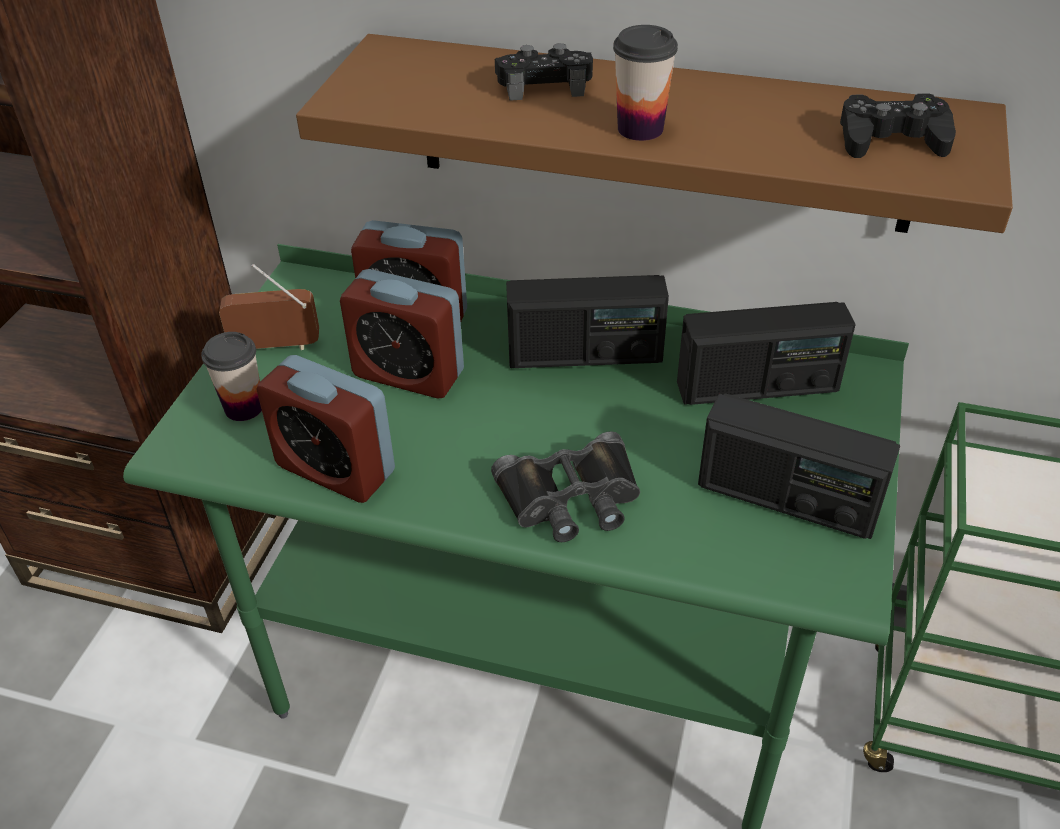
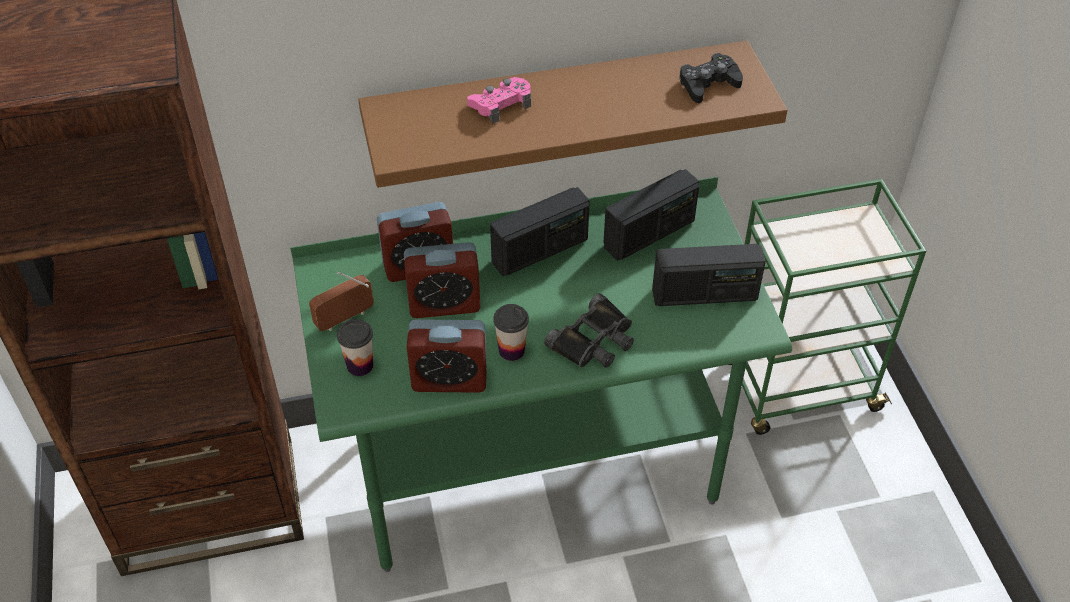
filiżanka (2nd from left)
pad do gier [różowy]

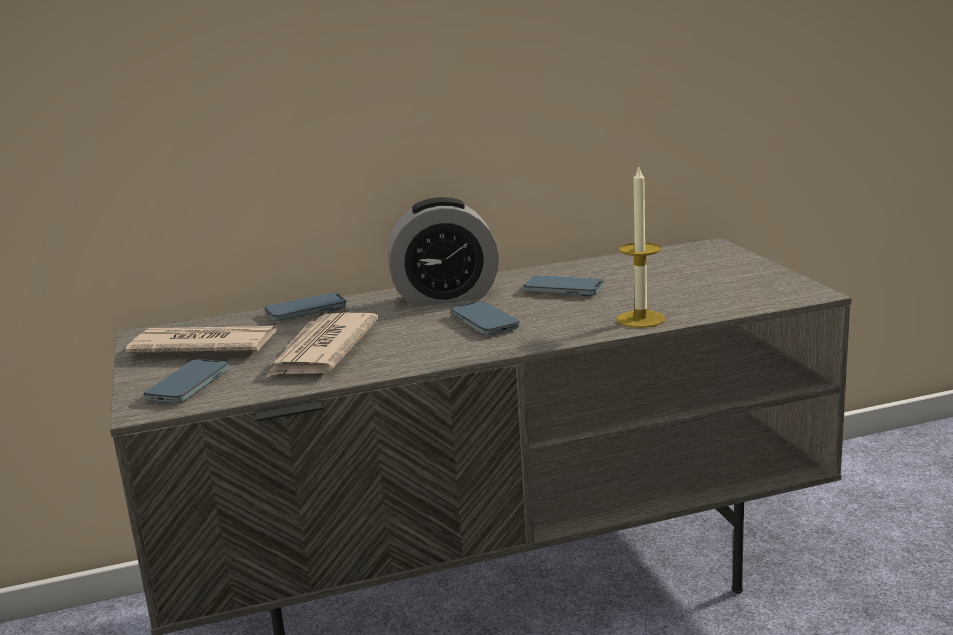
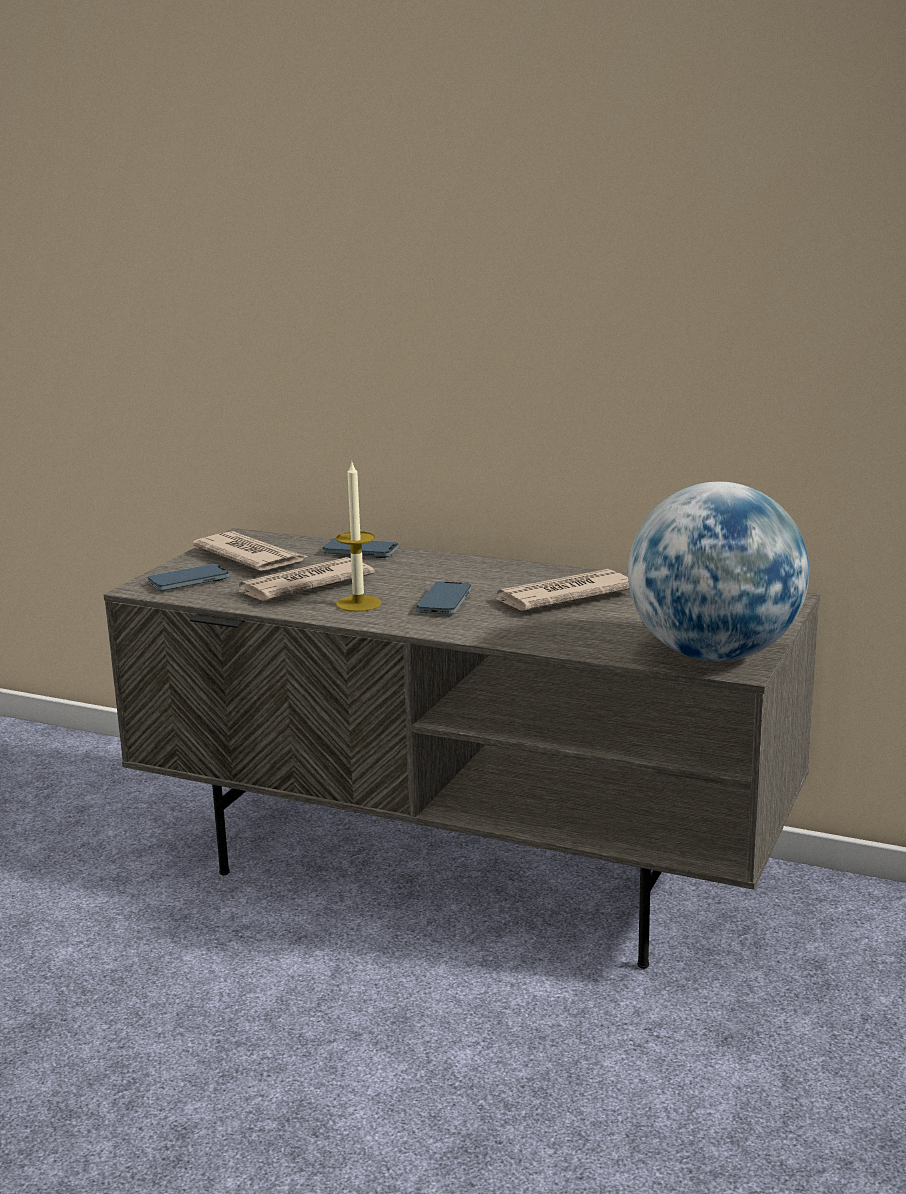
świeca
budzik
gazeta (3rd from left)
globus

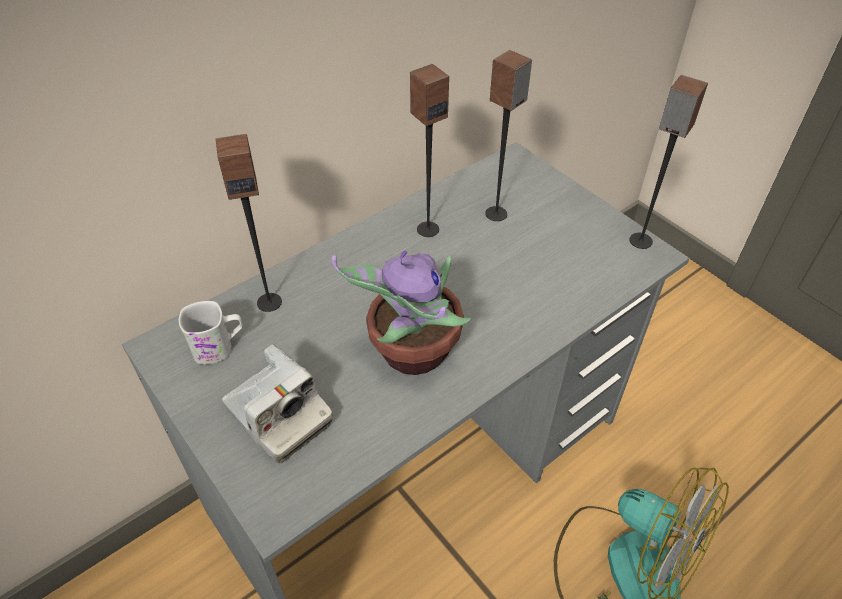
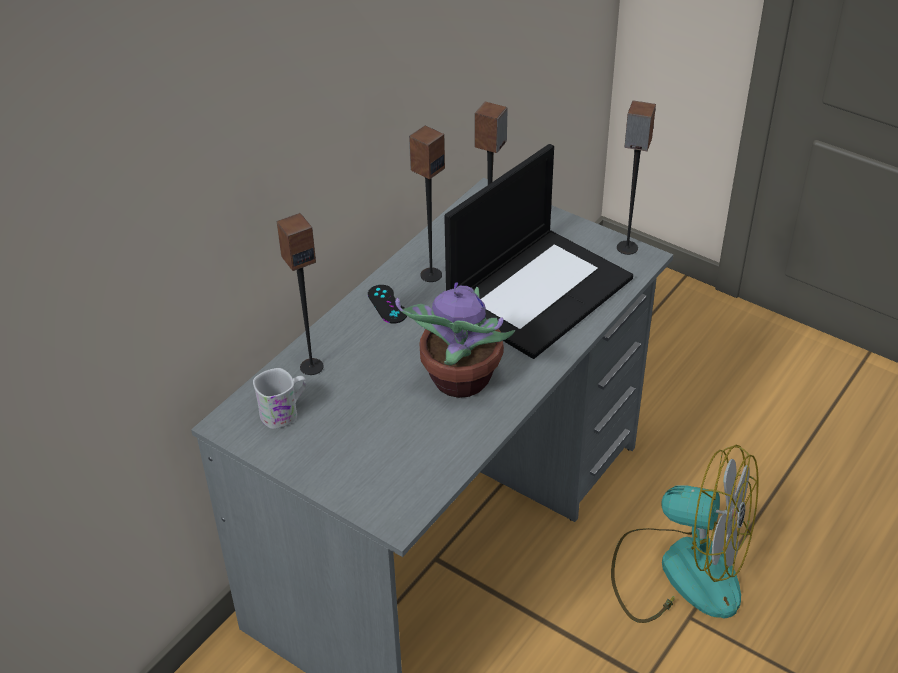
aparat fotograficzny
laptop
pad do gier [czarny]

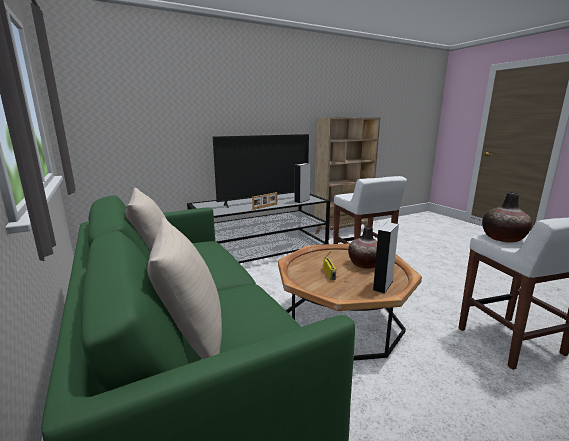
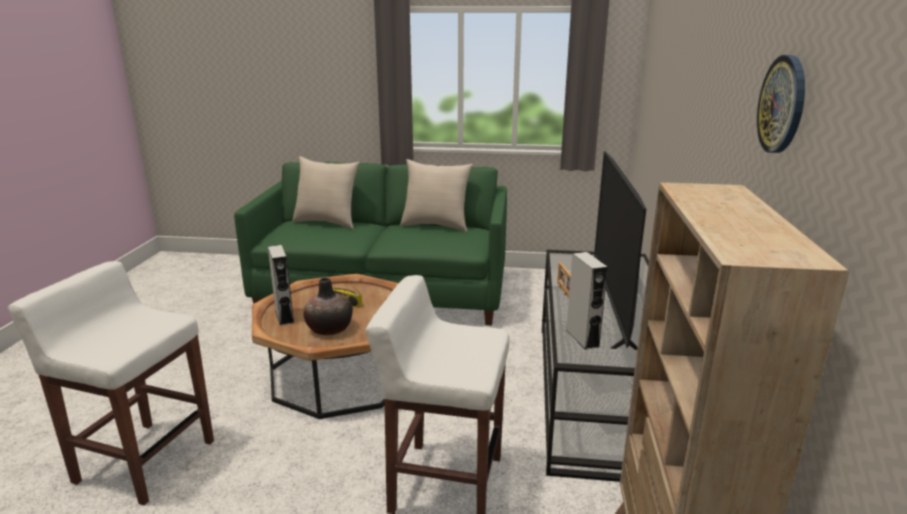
wazon (2nd from left in the first image)
zegar ścienny

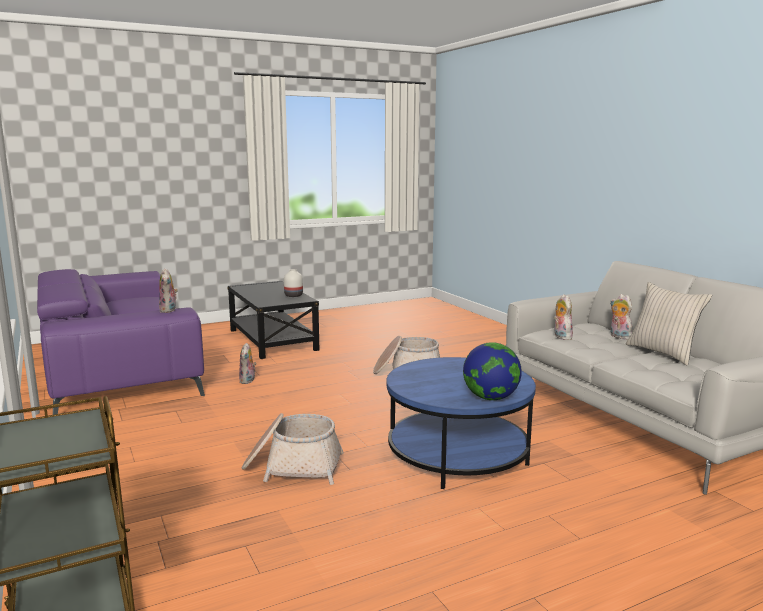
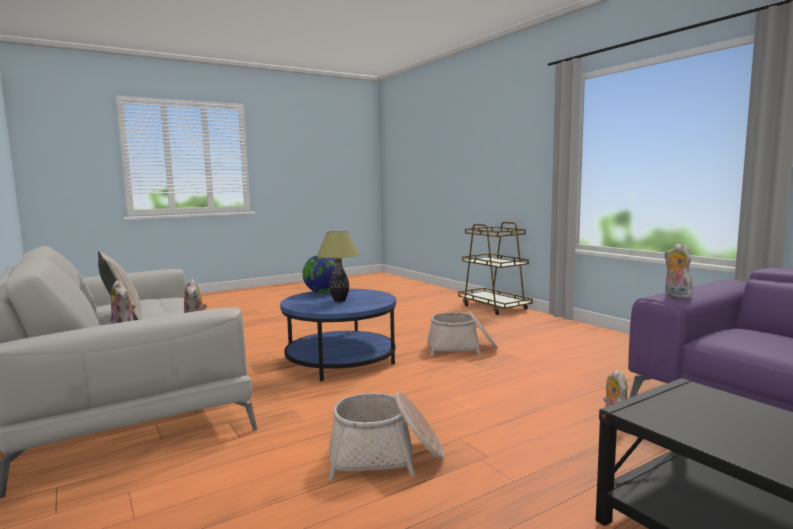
wazon [biały]
lampa stołowa

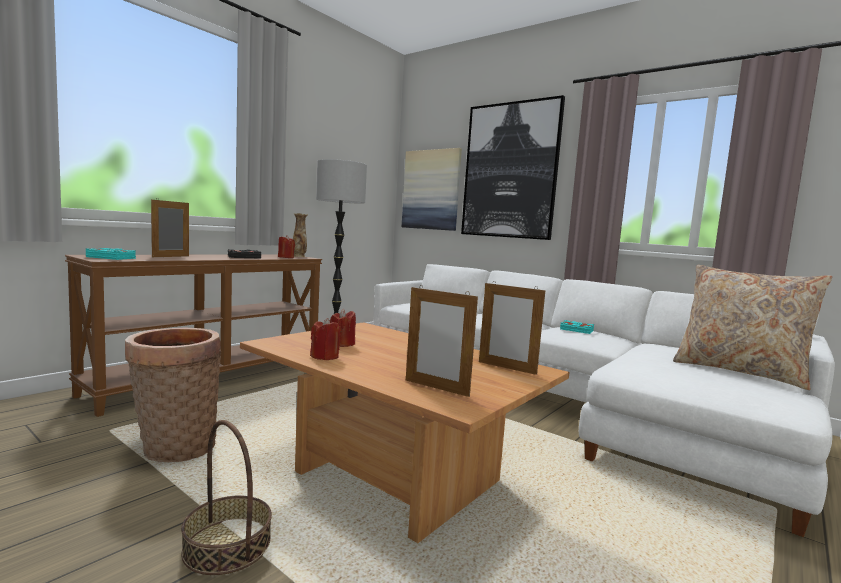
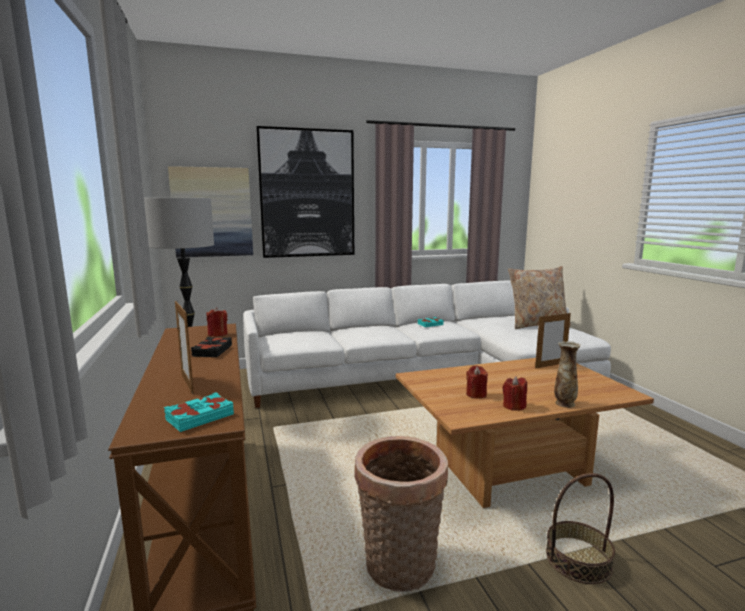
wazon
ramka na zdjęcie (2nd from left in the first image)

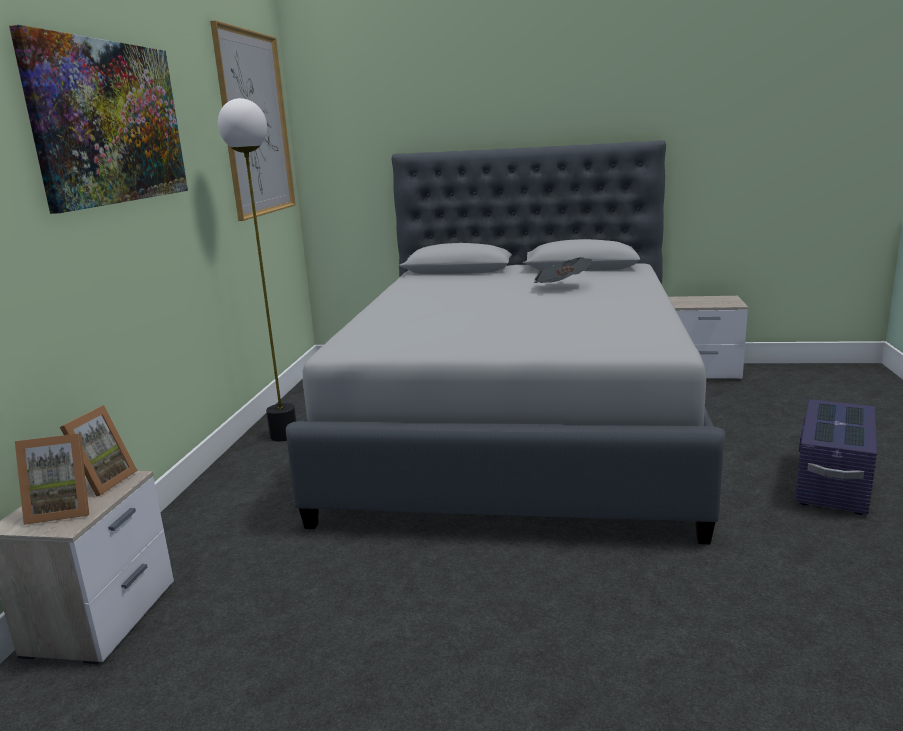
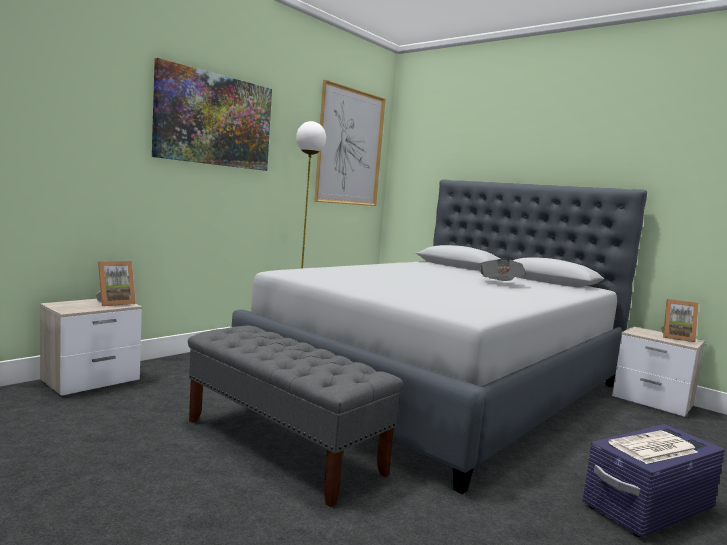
ramka na zdjęcie (2nd from left)
ławka [szary]
gazeta (2nd from left)

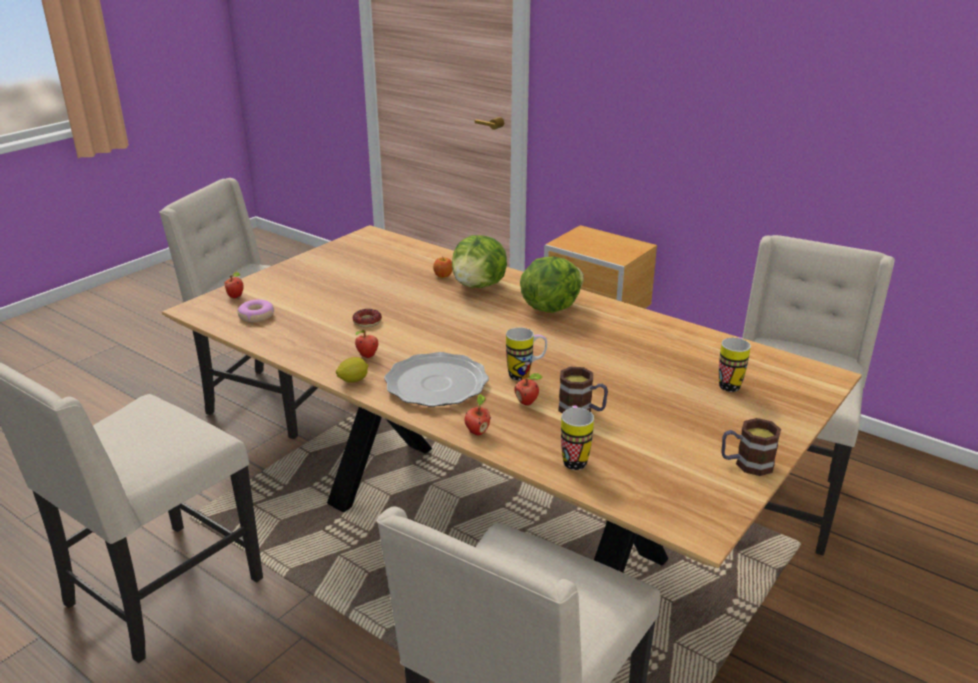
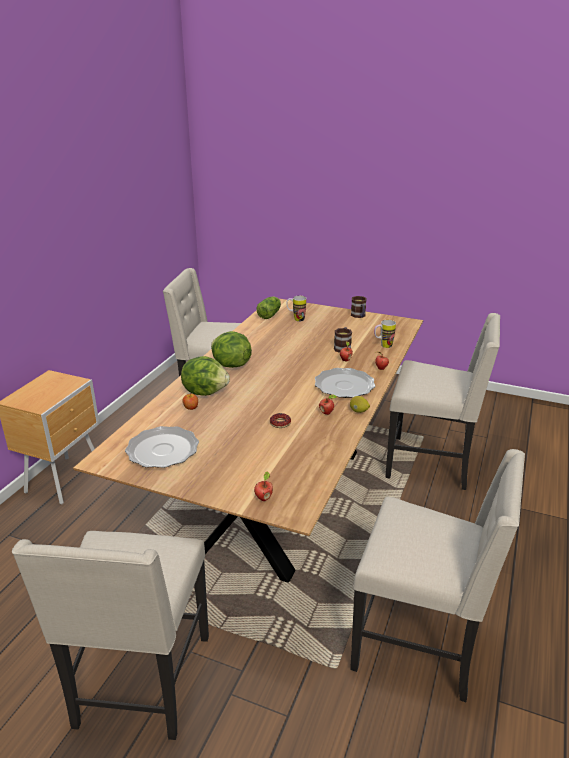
donut (1st from left in the first image)
kubek (1st from left in the first image)
sałata (3rd from left)
talerz (1st from left)

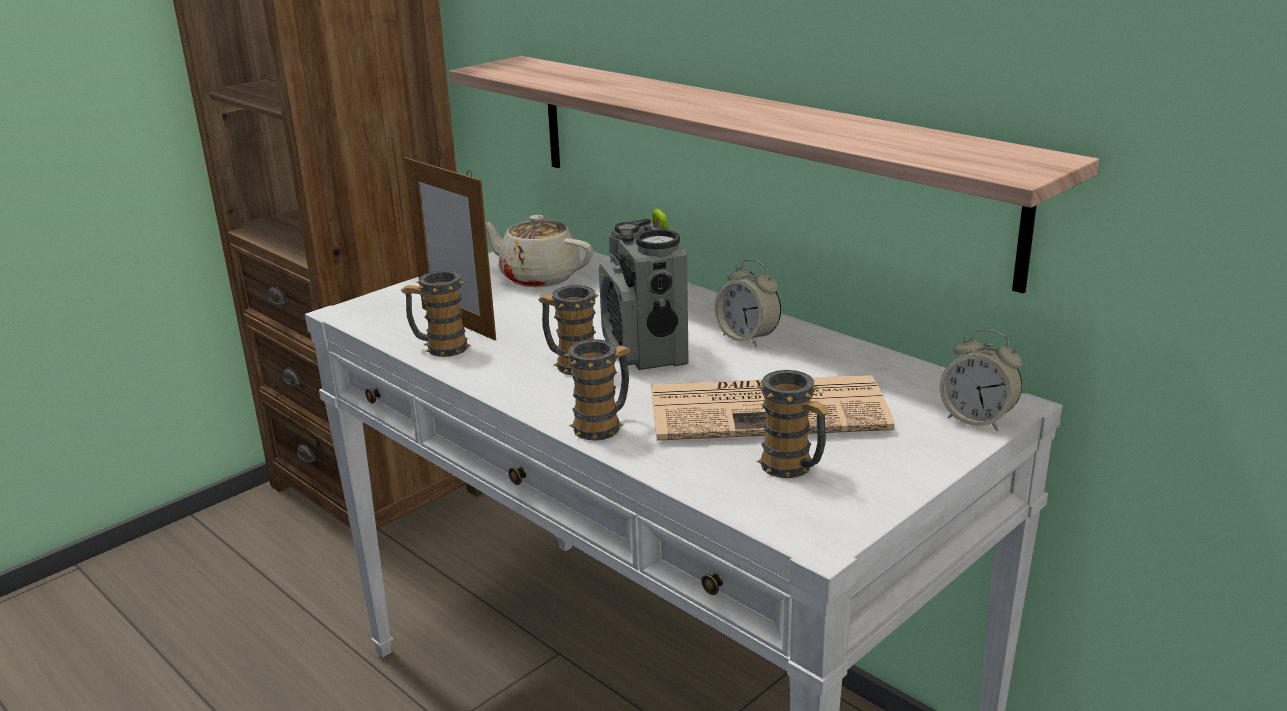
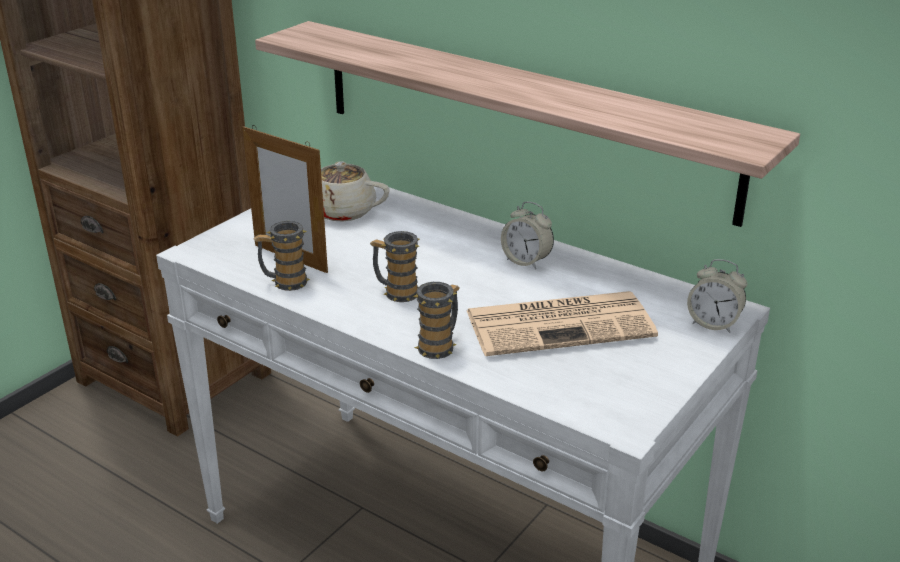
radio
kubek (4th from left in the first image)

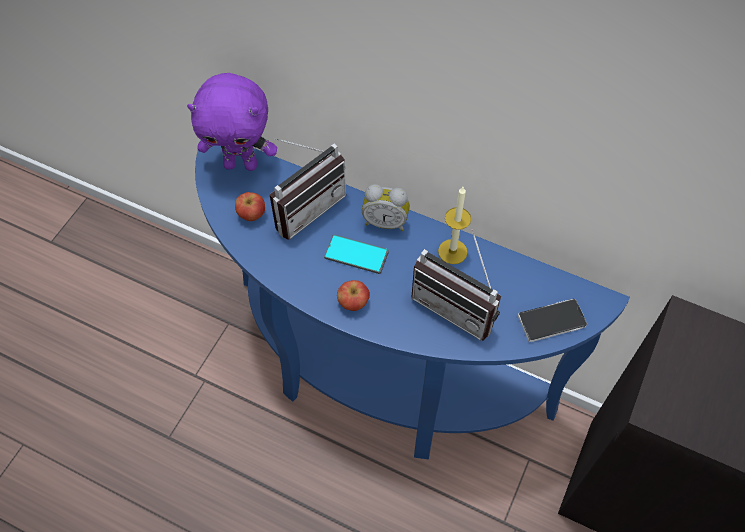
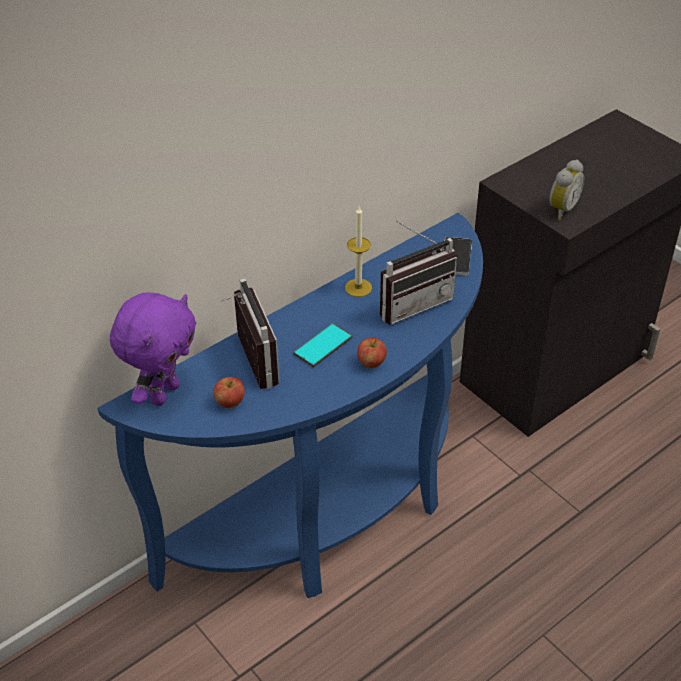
budzik

